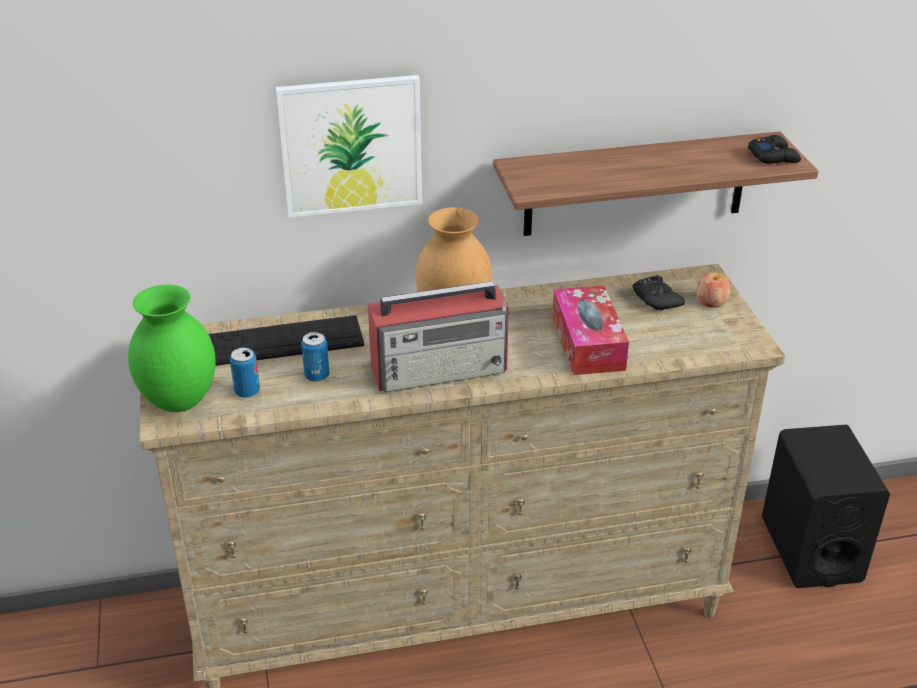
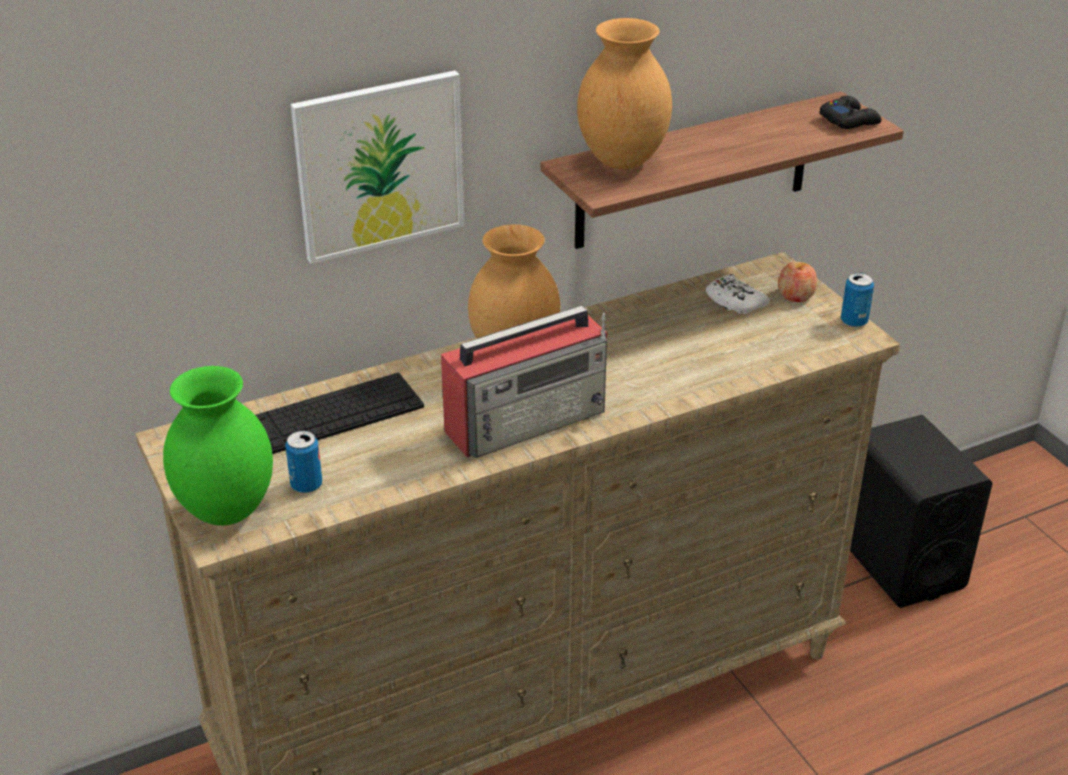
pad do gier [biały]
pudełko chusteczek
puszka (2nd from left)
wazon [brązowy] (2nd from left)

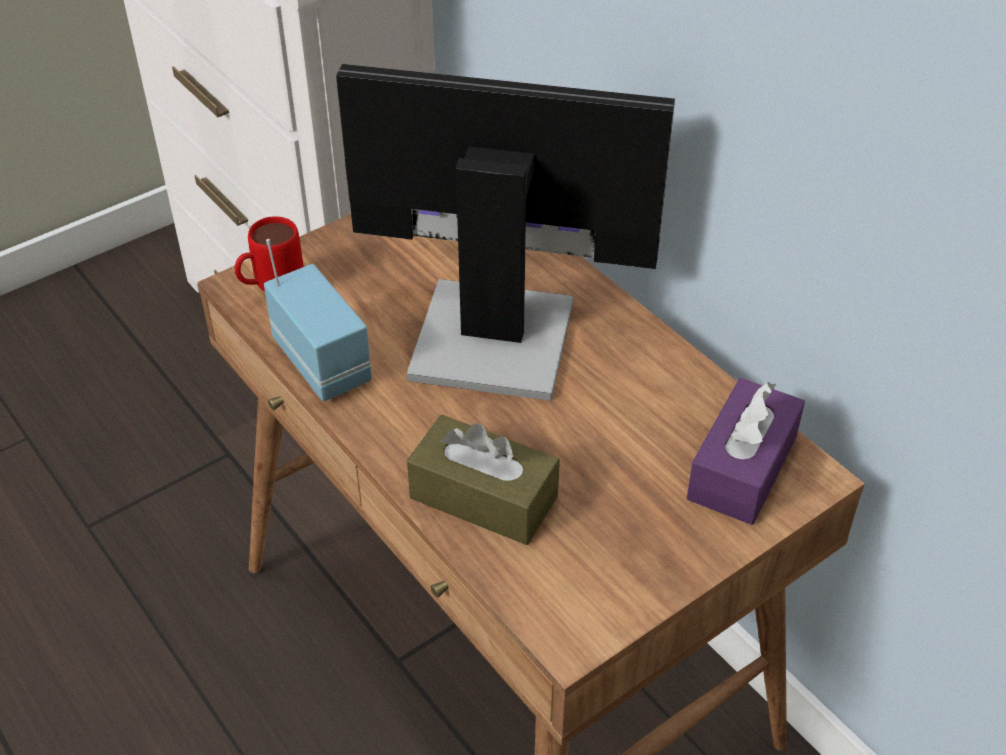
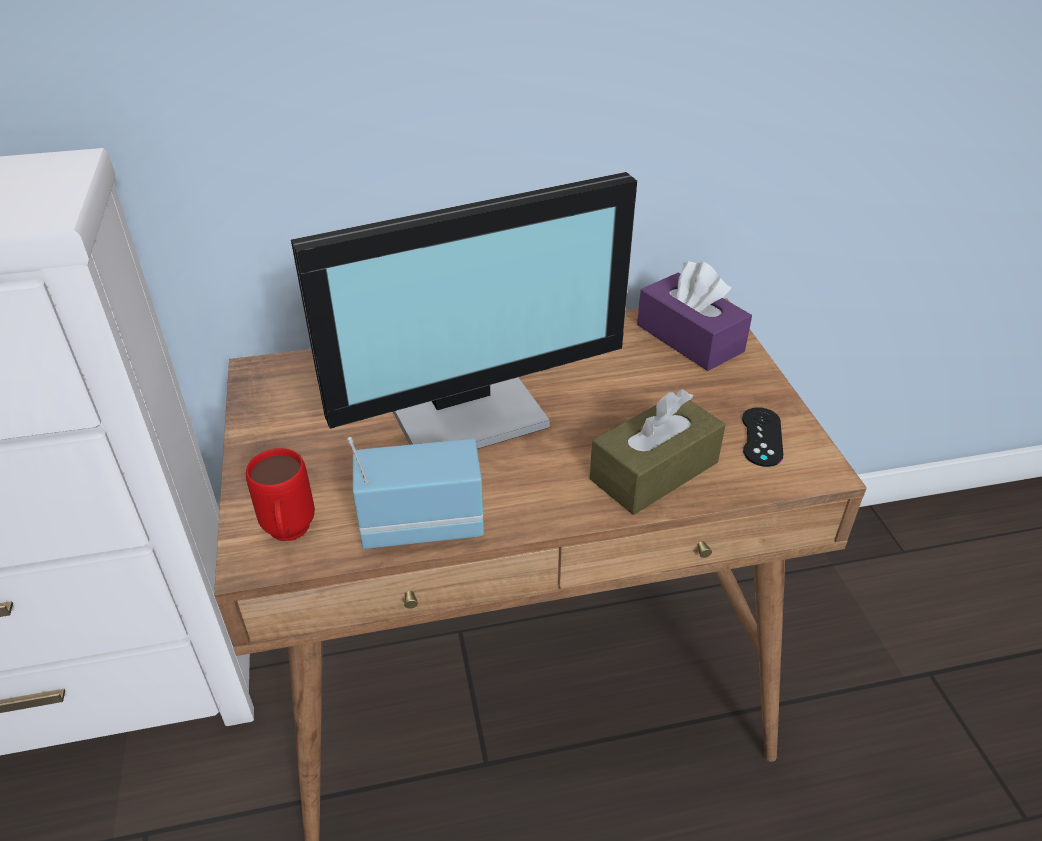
monitor
pad do gier [czarny]

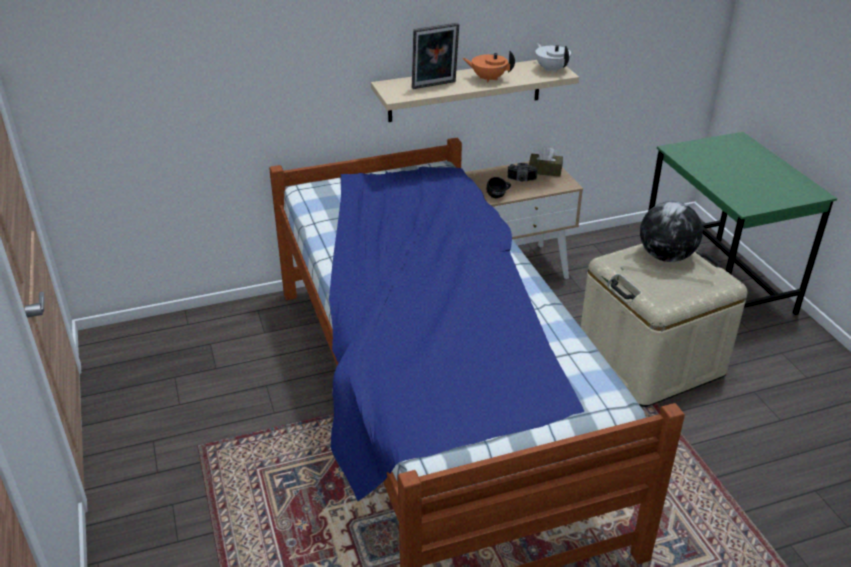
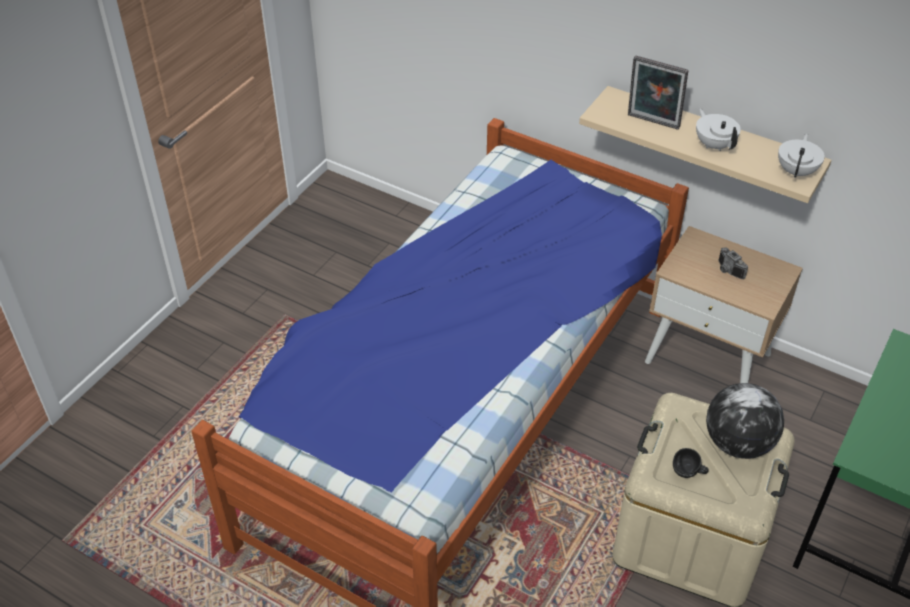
imbryk [biały] (1st from left)
pudełko chusteczek [brązowy]
kubek [czarny]

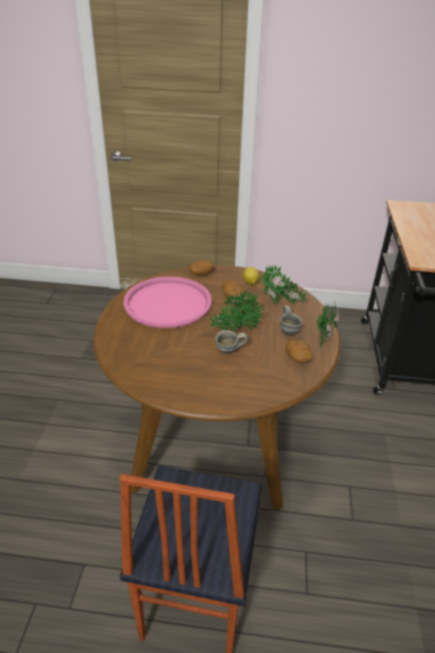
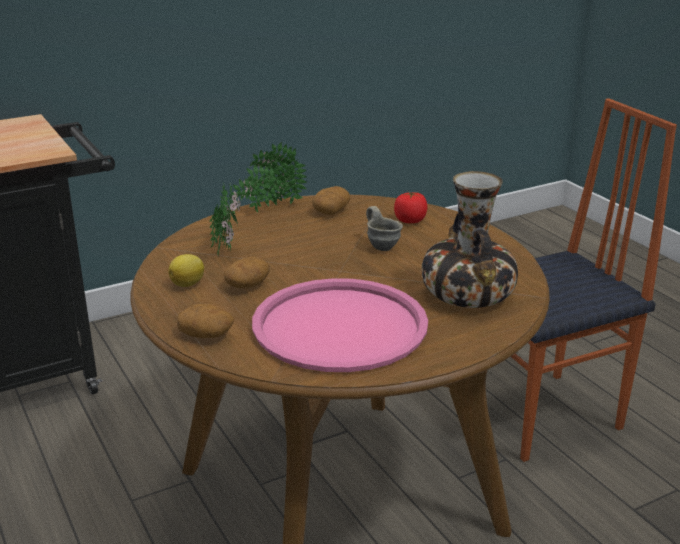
roślina doniczkowa (1st from left in the first image)
kubek [szary] (2nd from left in the first image)
wazon
pomidor

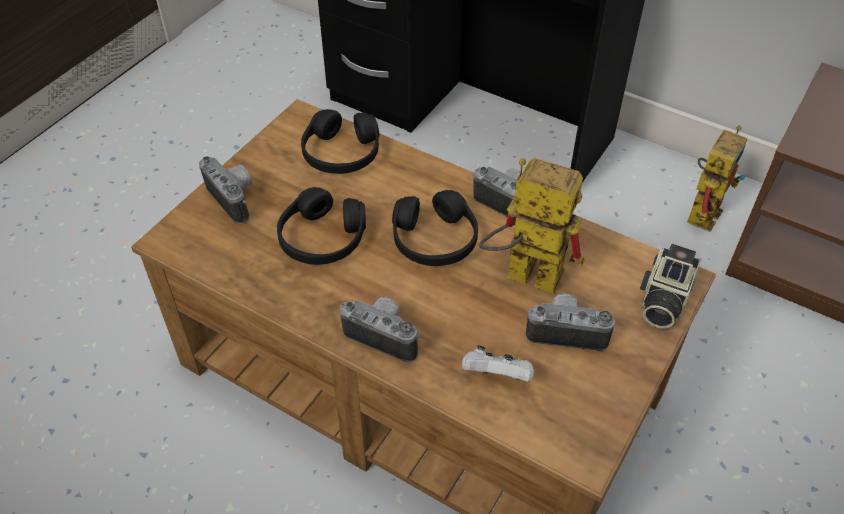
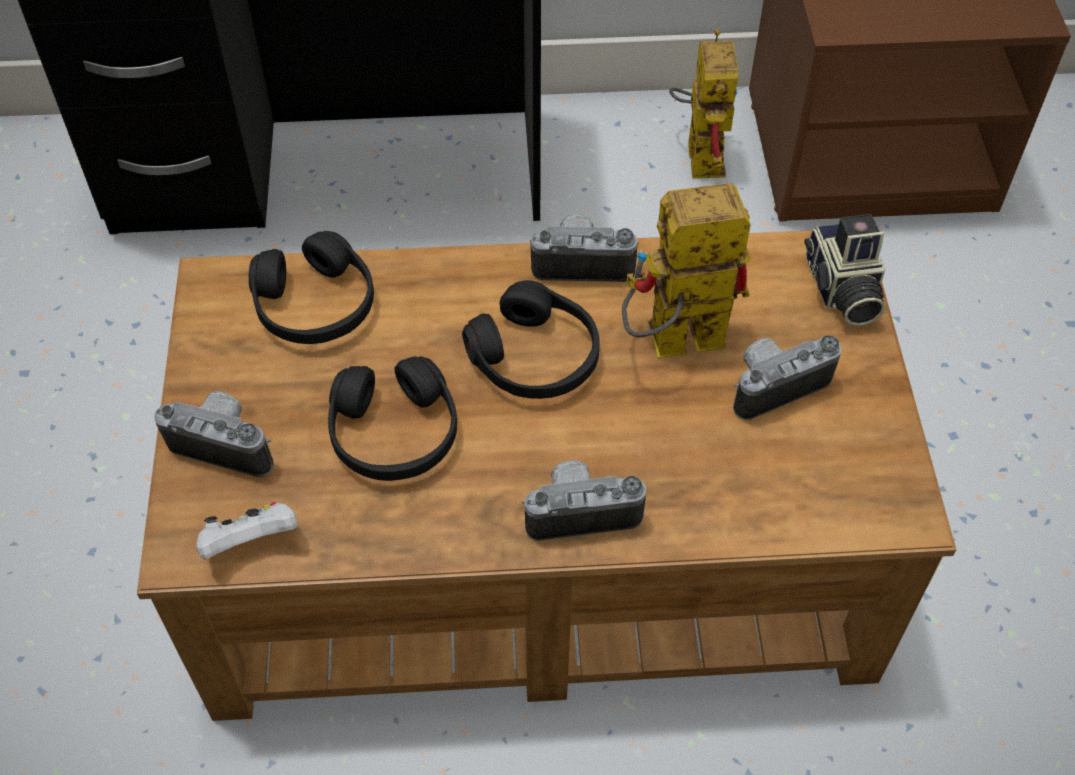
pad do gier [biały]

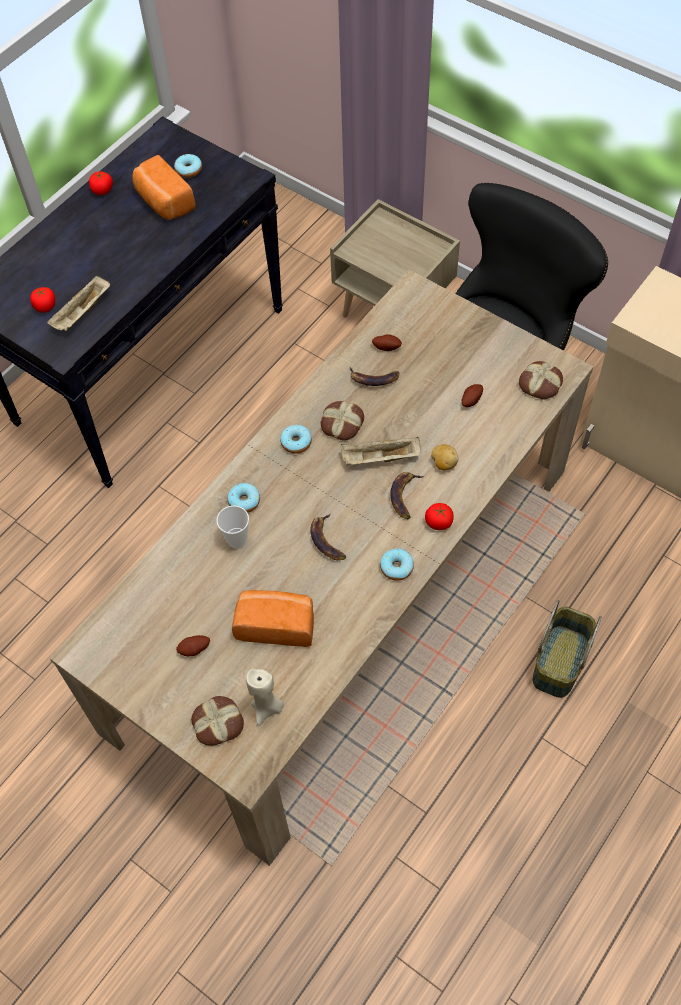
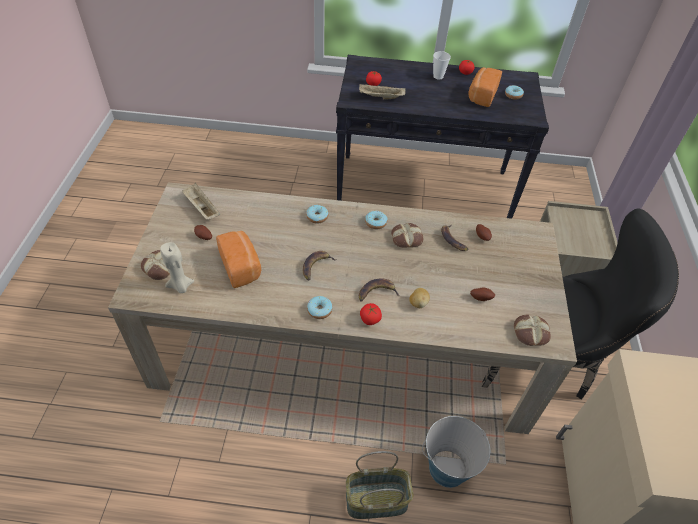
taca [beżowy] (1st from left)
filiżanka
wiadro

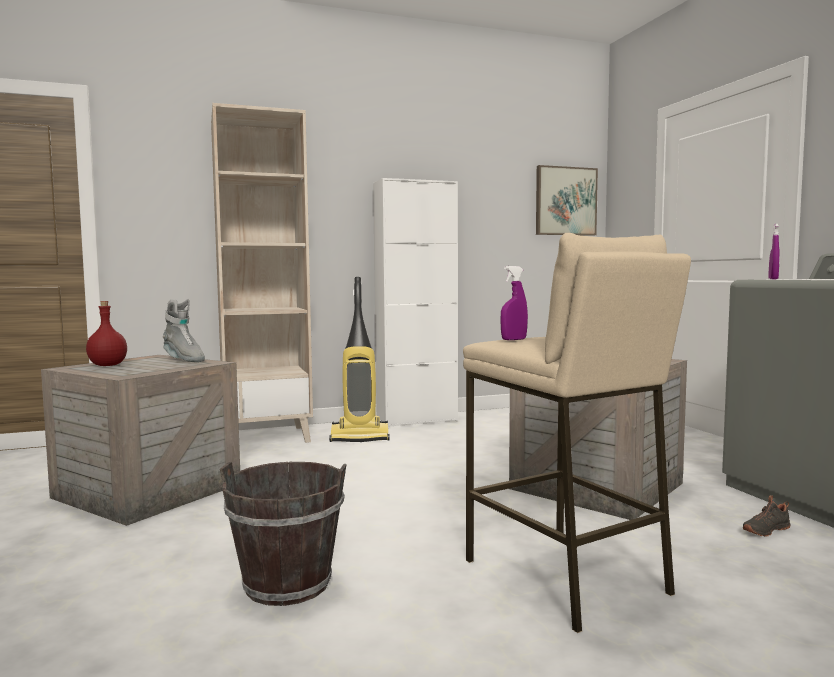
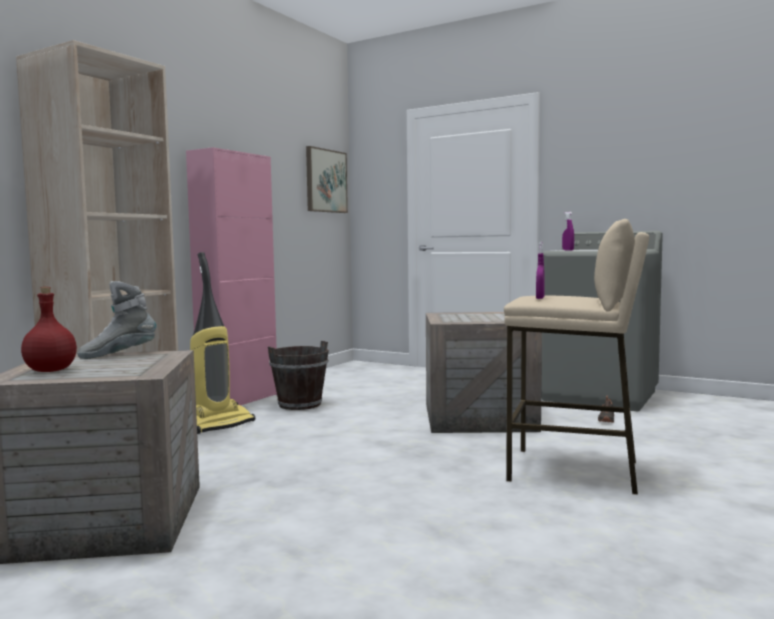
szafka [różowy]
but z cholewką [szary]
wiadro [brązowy]

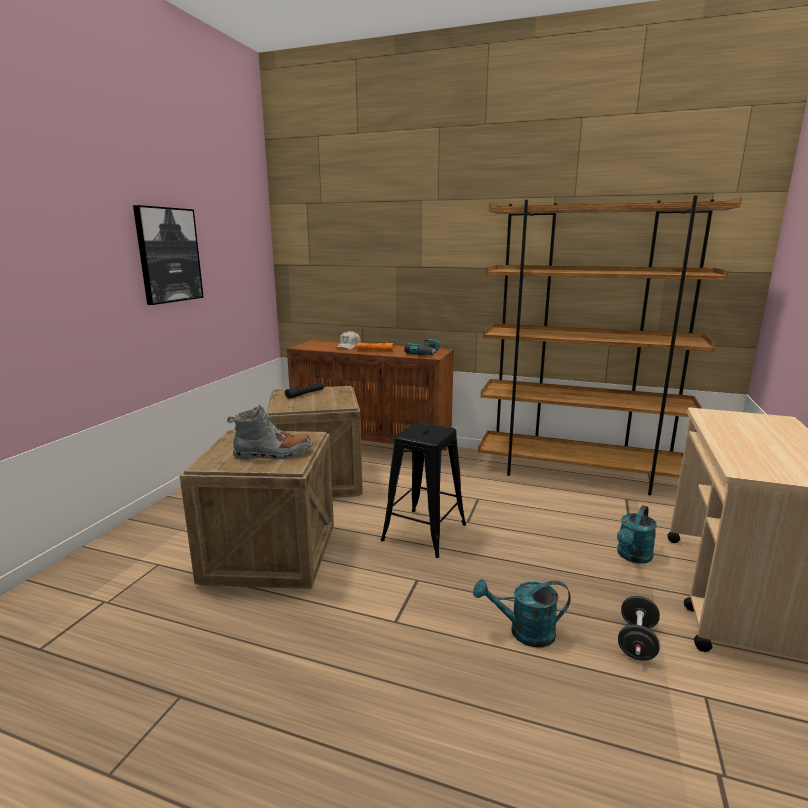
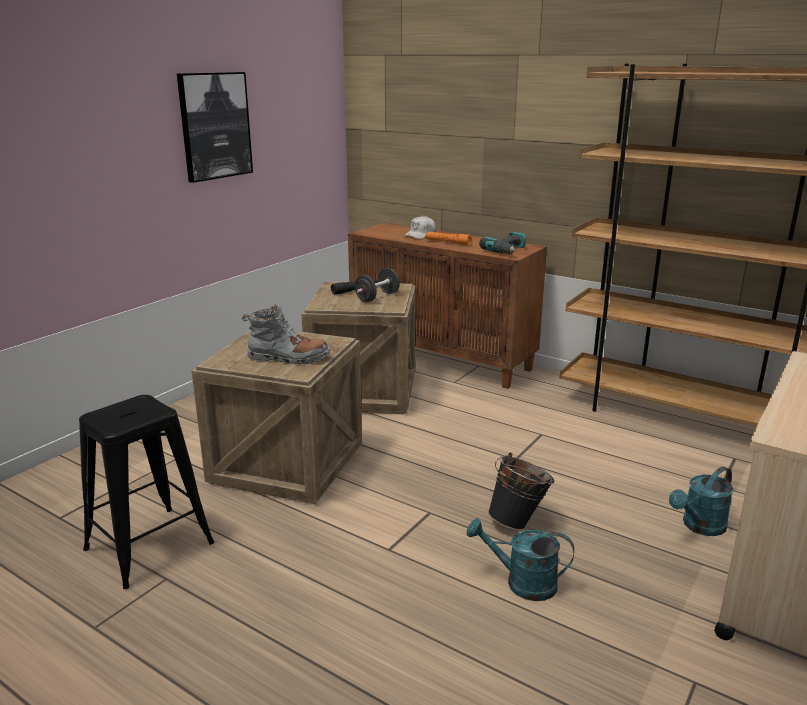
stołek [czarny]
hantel [czarny]
wiadro [czarny]

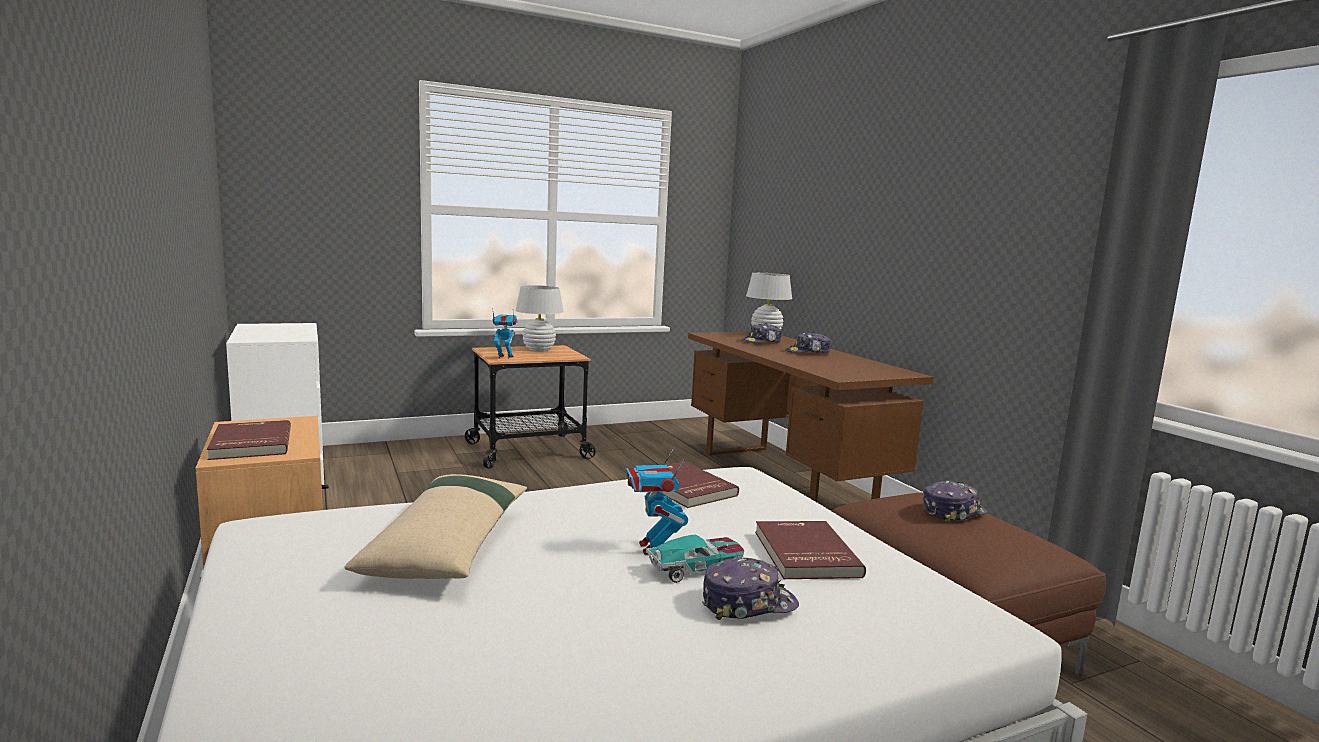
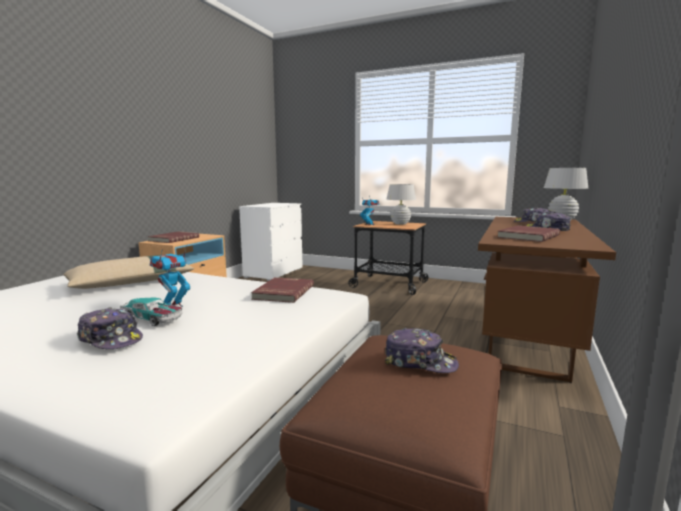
książka [czerwony] (3rd from left)

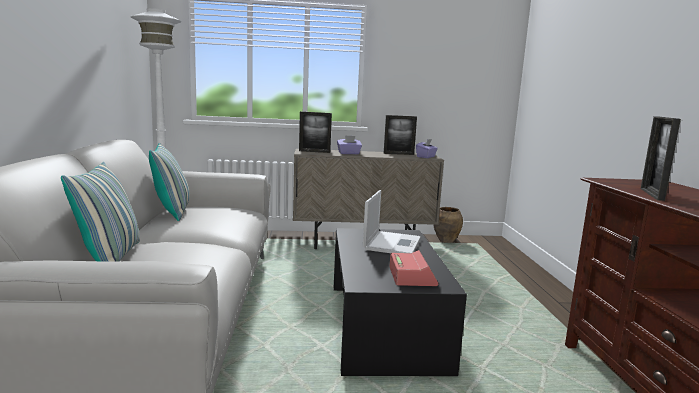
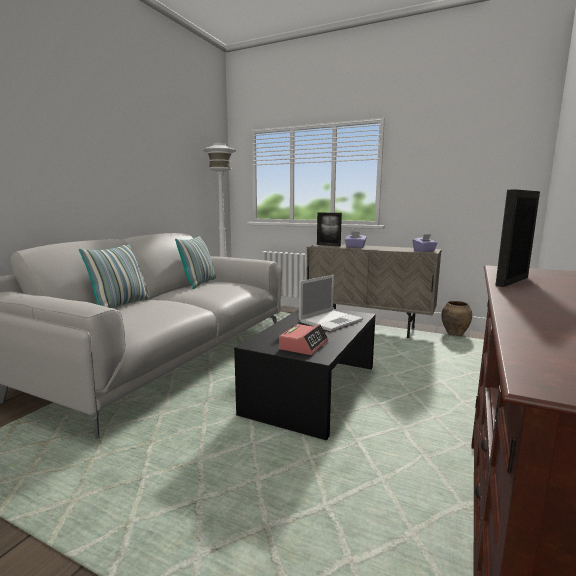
ramka na zdjęcie (2nd from left in the first image)

